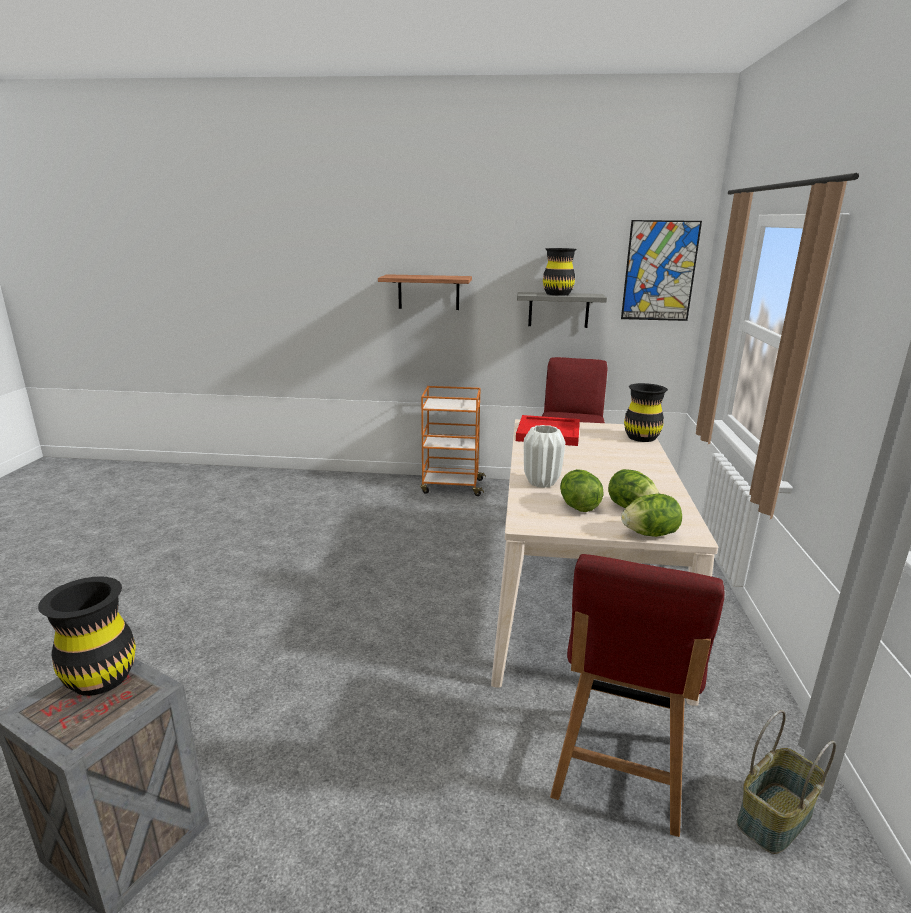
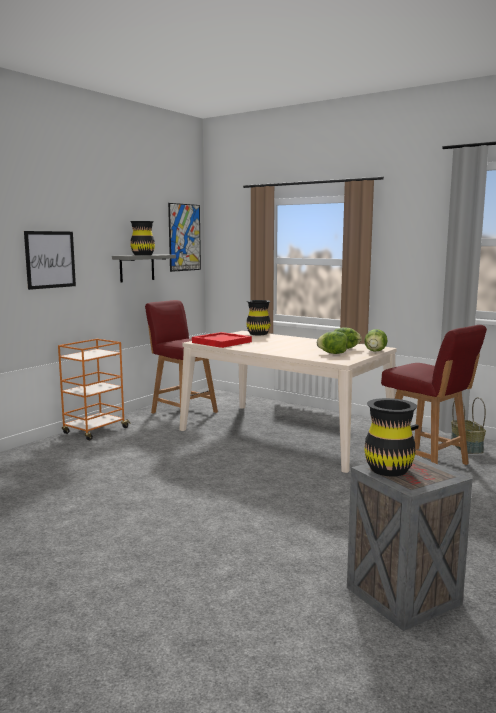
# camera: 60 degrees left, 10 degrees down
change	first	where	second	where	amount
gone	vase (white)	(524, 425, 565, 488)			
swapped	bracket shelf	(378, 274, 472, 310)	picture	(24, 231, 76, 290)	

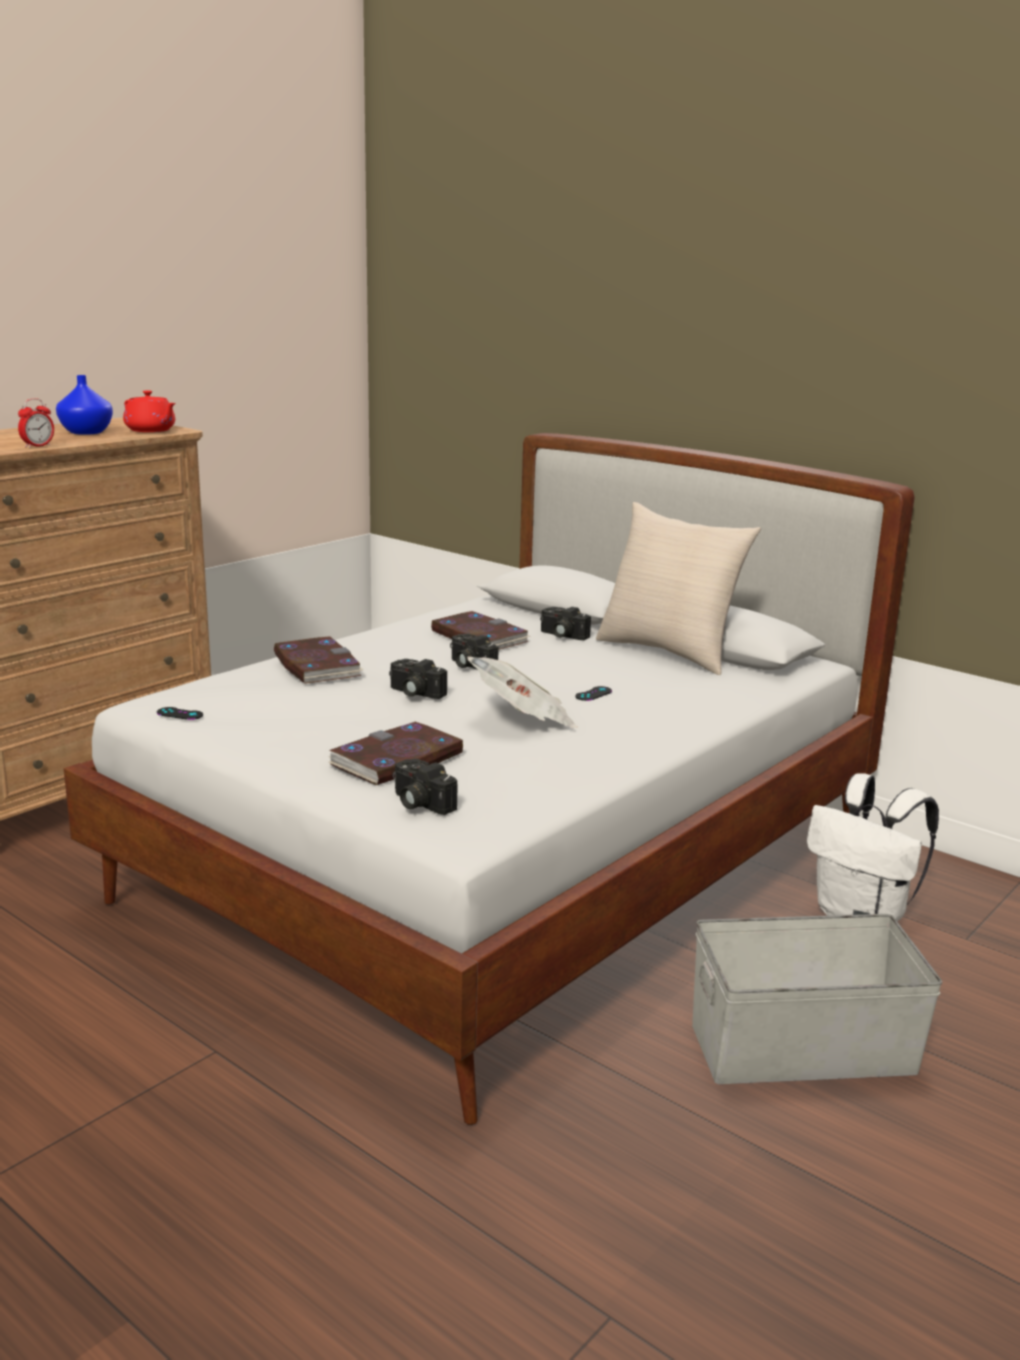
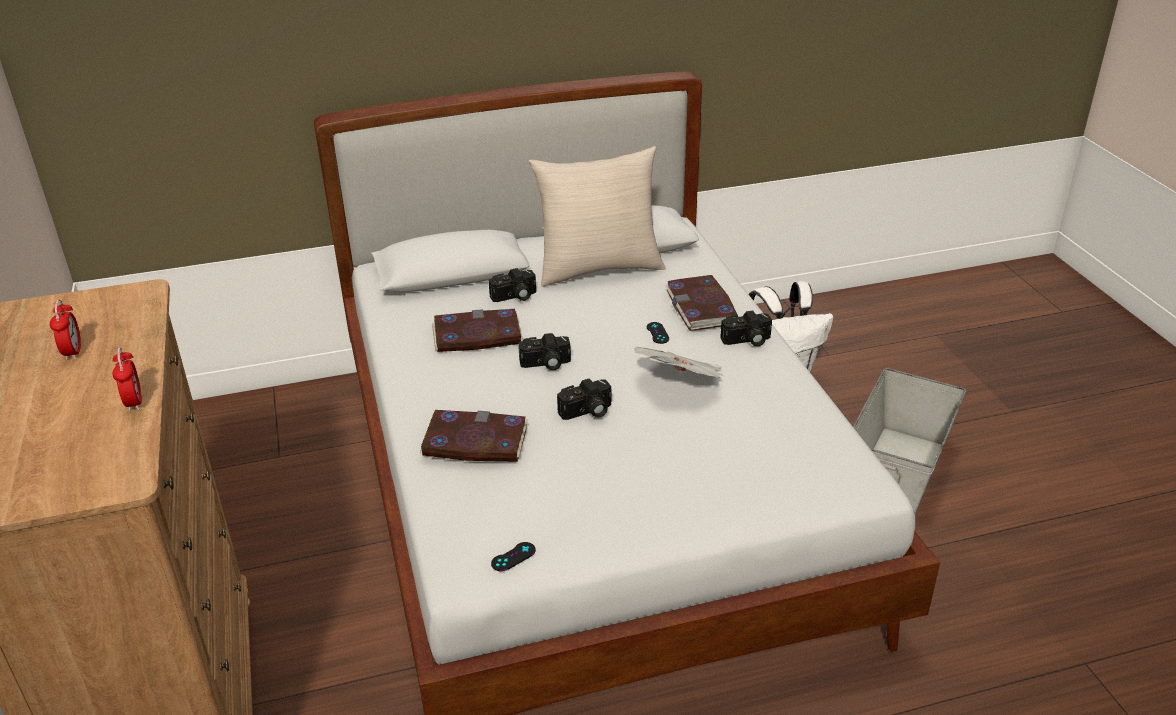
# camera: 55 degrees left, 15 degrees up
change	first	where	second	where	amount
gone	tea pot (reddish)	(123, 390, 176, 432)			
shifted	bound book	(328, 722, 464, 785)		(665, 275, 737, 331)	
shifted	photo camera	(393, 759, 457, 815)		(720, 311, 772, 346)	
swapped	vase (bluish)	(56, 375, 113, 435)	table clock	(50, 299, 81, 361)	

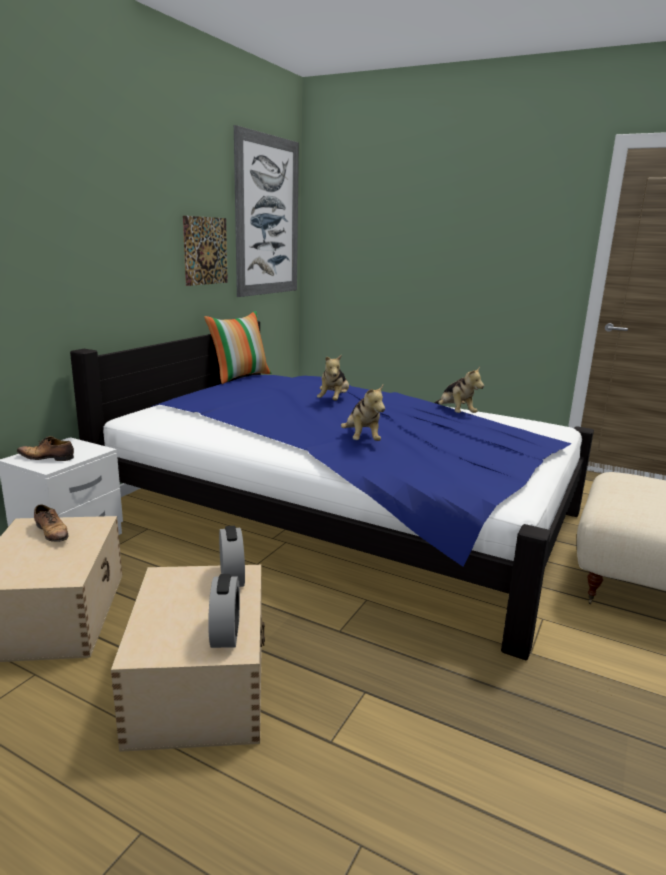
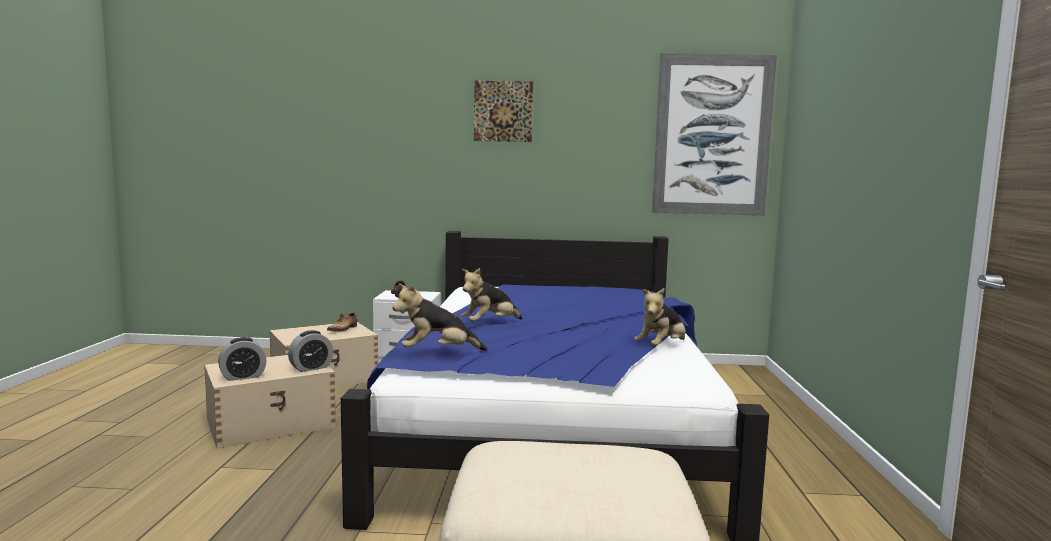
# camera: 65 degrees right, 10 degrees down
change	first	where	second	where	amount
gone	throw pillow	(204, 311, 271, 384)			
shifted	picture	(183, 216, 228, 286)		(474, 81, 533, 142)	
shifted	soft toy	(317, 354, 349, 401)		(392, 283, 488, 351)	

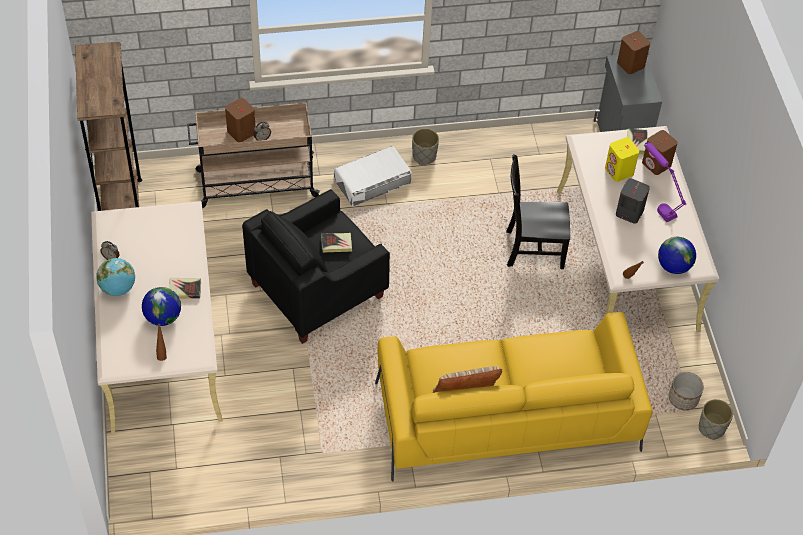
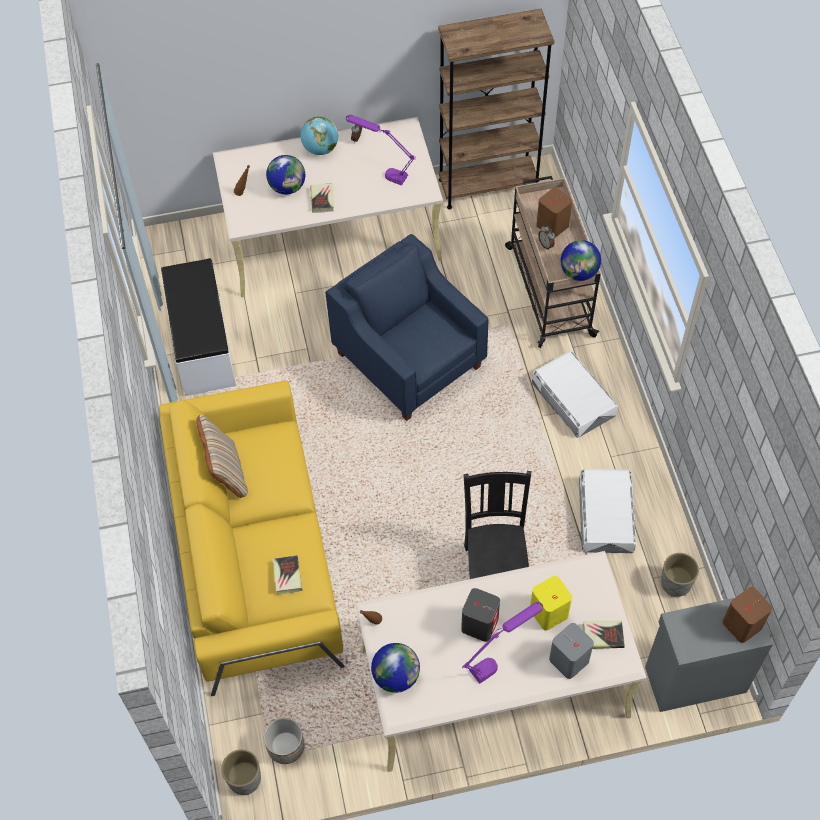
# camera: 90 degrees right, 5 degrees up
change	first	where	second	where	amount
new			bench (white)	(161, 258, 236, 396)	
new			table lamp (purple-coloured)	(346, 115, 416, 186)	
new			desk globe	(561, 240, 601, 281)	
new			storage box (white)	(579, 469, 636, 553)	
shifted	bound book	(321, 233, 352, 253)		(273, 555, 303, 594)	
shifted	plant pot (grey)	(412, 128, 439, 165)		(661, 553, 699, 597)	
repainted	easy chair (blackish)	(242, 189, 390, 344)	easy chair (bluish)	(325, 234, 488, 421)	
repainted	audio speaker (brownish)	(642, 130, 678, 175)	audio speaker (grey)	(549, 623, 594, 679)	

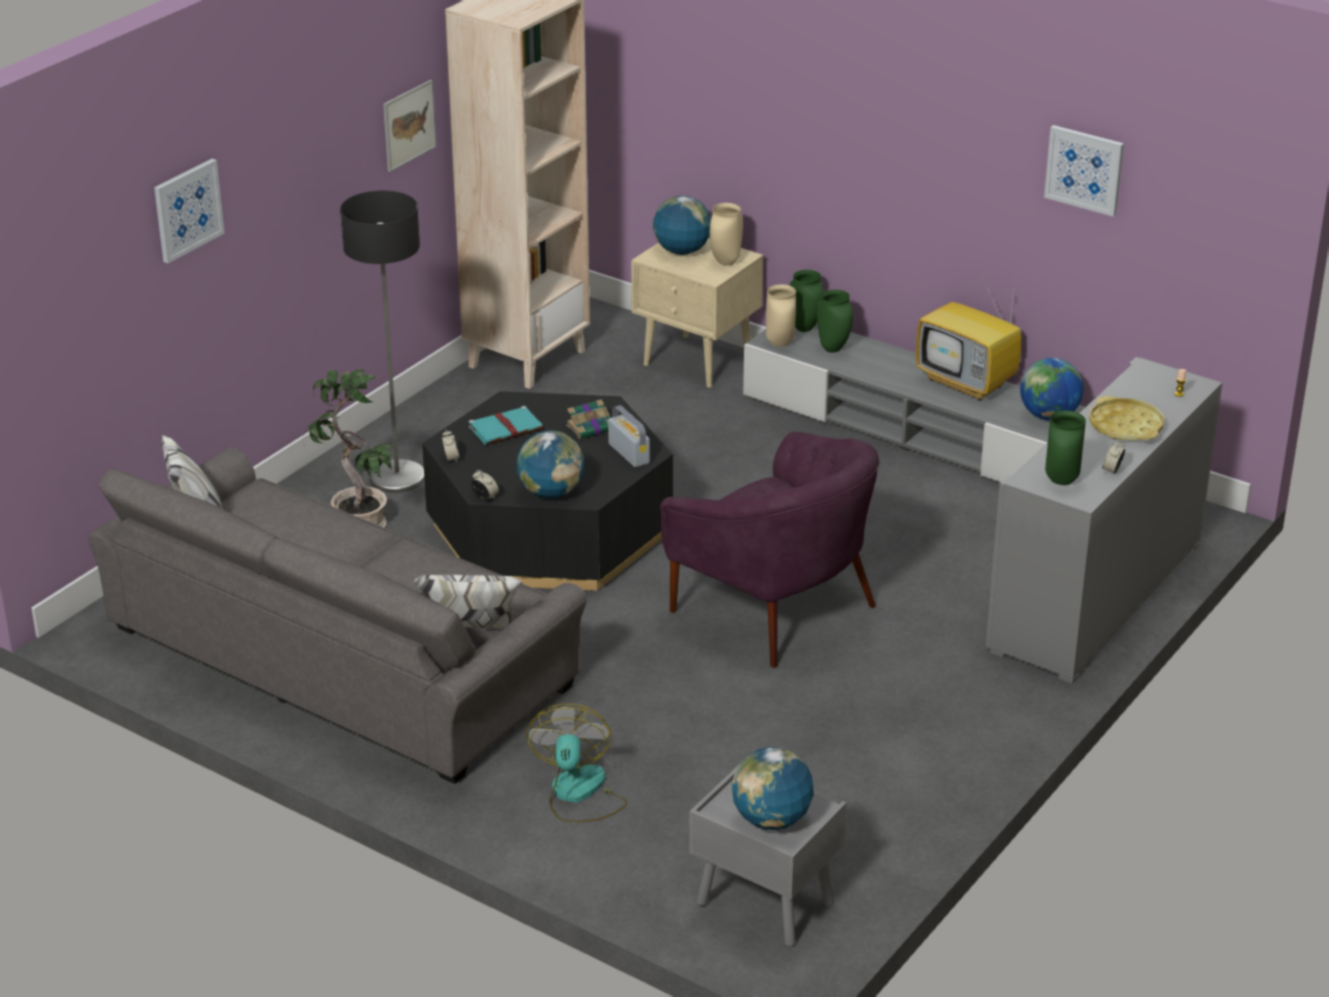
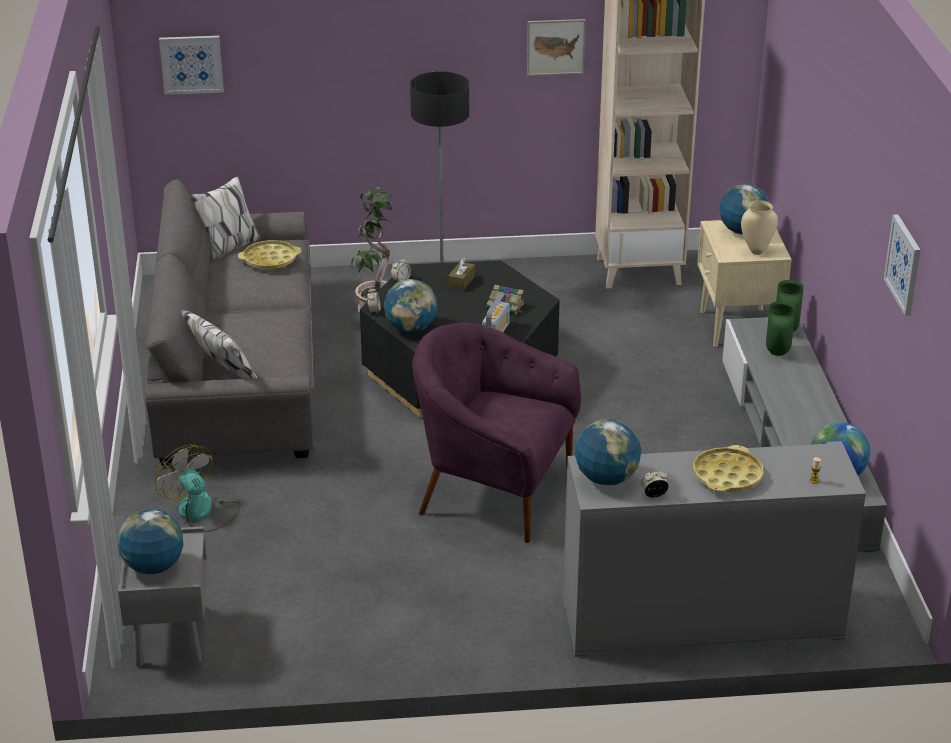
# camera: 50 degrees right, 0 degrees up
change	first	where	second	where	amount
gone	vase (sand-coloured)	(766, 284, 796, 347)			
gone	TV	(916, 277, 1022, 401)			
new			serving tray (yellow)	(238, 240, 301, 270)	
shifted	picture	(154, 159, 224, 263)		(159, 36, 224, 95)	
swapped	bound book (turquoise)	(469, 406, 543, 445)	tissue holder (brownish)	(448, 258, 475, 290)	
swapped	vase (greenish)	(1045, 411, 1086, 485)	desk globe	(575, 419, 642, 485)	
rotated	cooling fan	(526, 704, 627, 823)		(155, 445, 241, 532)	90 degrees counterclockwise
rotated	easy chair (purple-coloured)	(660, 432, 879, 668)		(412, 323, 581, 543)	105 degrees clockwise

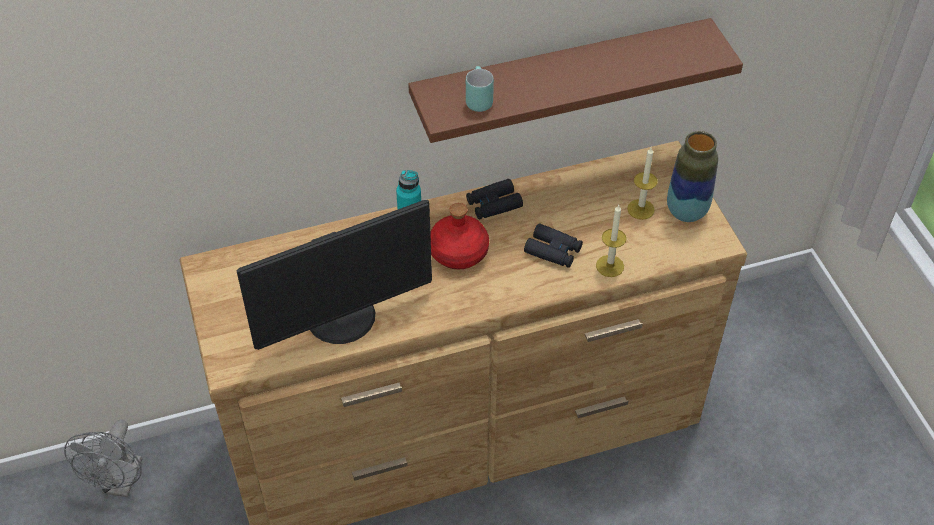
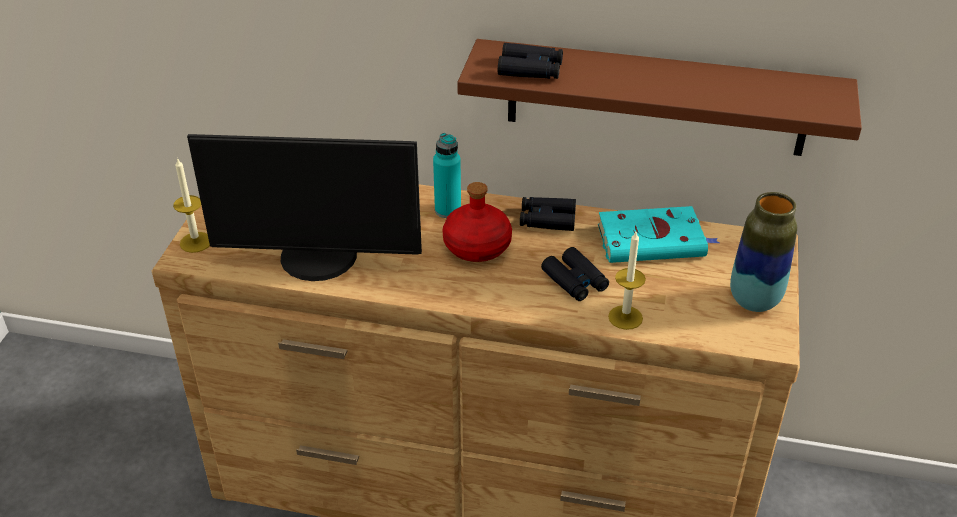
# camera: 30 degrees right, 10 degrees down
change	first	where	second	where	amount
gone	cooling fan (grey)	(64, 420, 142, 497)			
new			bound book (turquoise)	(598, 206, 719, 263)	
shifted	wax light	(627, 148, 657, 220)		(173, 157, 210, 253)	
swapped	coffee mug (turquoise)	(466, 66, 494, 112)	binoculars (blackish)	(498, 43, 563, 79)	

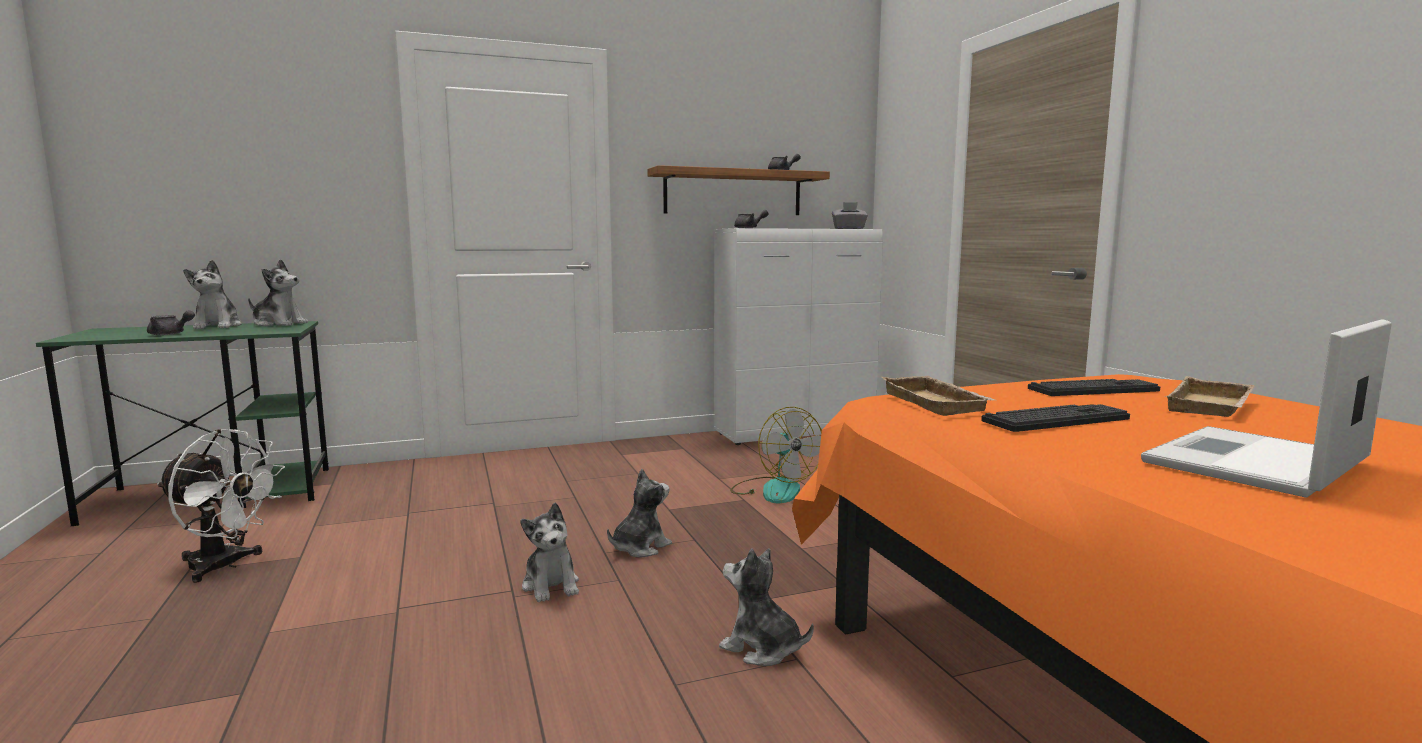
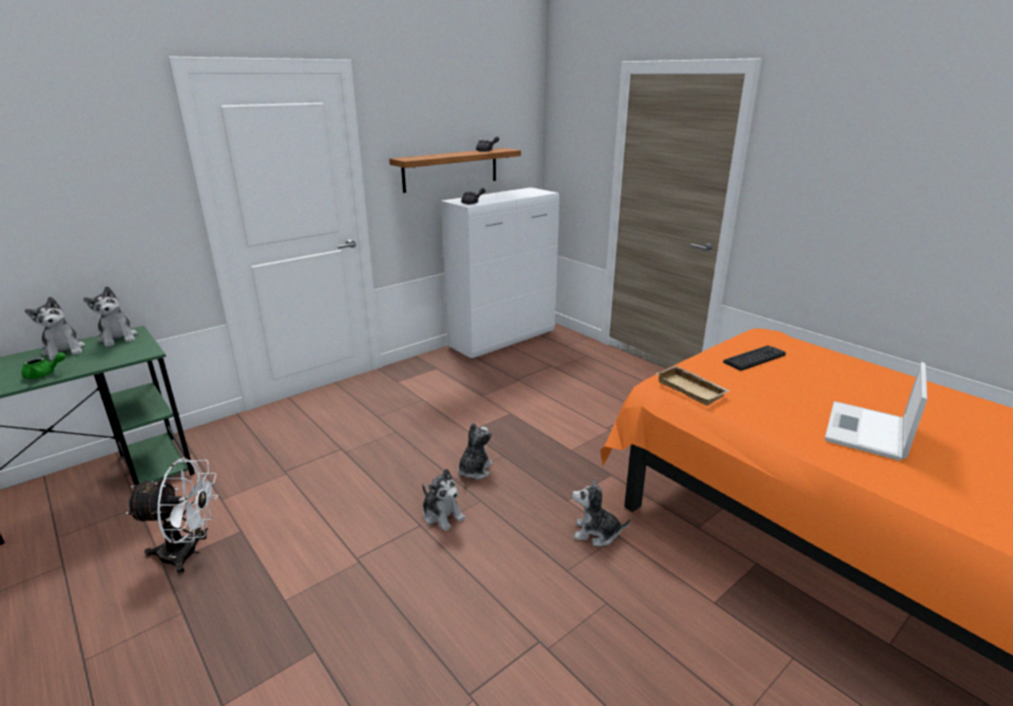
# camera: 20 degrees left, 15 degrees up
change	first	where	second	where	amount
gone	cooling fan	(730, 407, 822, 503)			
gone	tissue holder (grey)	(832, 202, 868, 229)			
gone	computer keyboard	(981, 404, 1130, 432)			
gone	serving tray (sand-coloured)	(1166, 376, 1255, 417)			
repainted	tea pot (grey)	(147, 310, 195, 335)	tea pot (greenish)	(21, 352, 66, 379)	
rotated	soft toy	(248, 259, 308, 326)		(83, 286, 138, 347)	60 degrees clockwise

